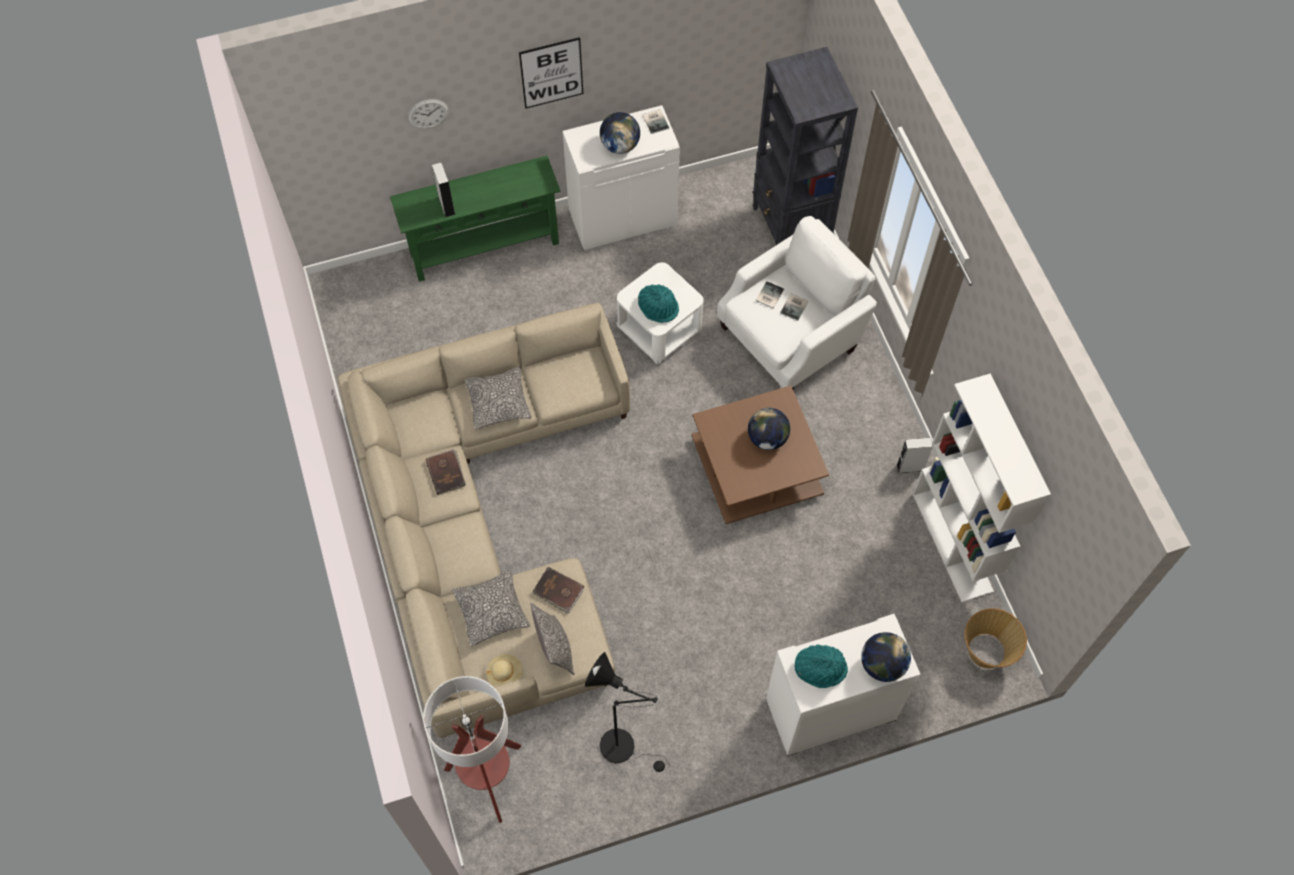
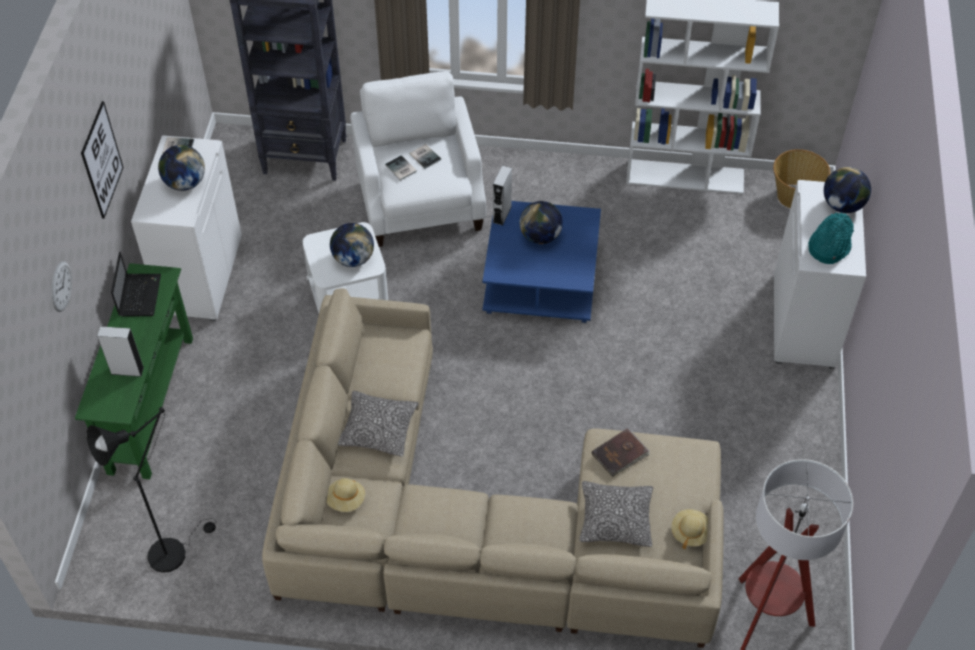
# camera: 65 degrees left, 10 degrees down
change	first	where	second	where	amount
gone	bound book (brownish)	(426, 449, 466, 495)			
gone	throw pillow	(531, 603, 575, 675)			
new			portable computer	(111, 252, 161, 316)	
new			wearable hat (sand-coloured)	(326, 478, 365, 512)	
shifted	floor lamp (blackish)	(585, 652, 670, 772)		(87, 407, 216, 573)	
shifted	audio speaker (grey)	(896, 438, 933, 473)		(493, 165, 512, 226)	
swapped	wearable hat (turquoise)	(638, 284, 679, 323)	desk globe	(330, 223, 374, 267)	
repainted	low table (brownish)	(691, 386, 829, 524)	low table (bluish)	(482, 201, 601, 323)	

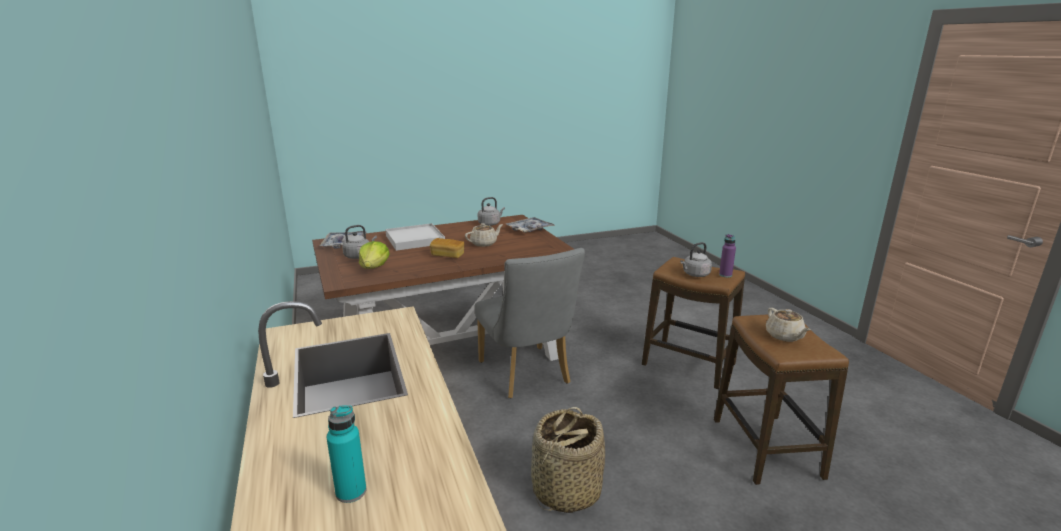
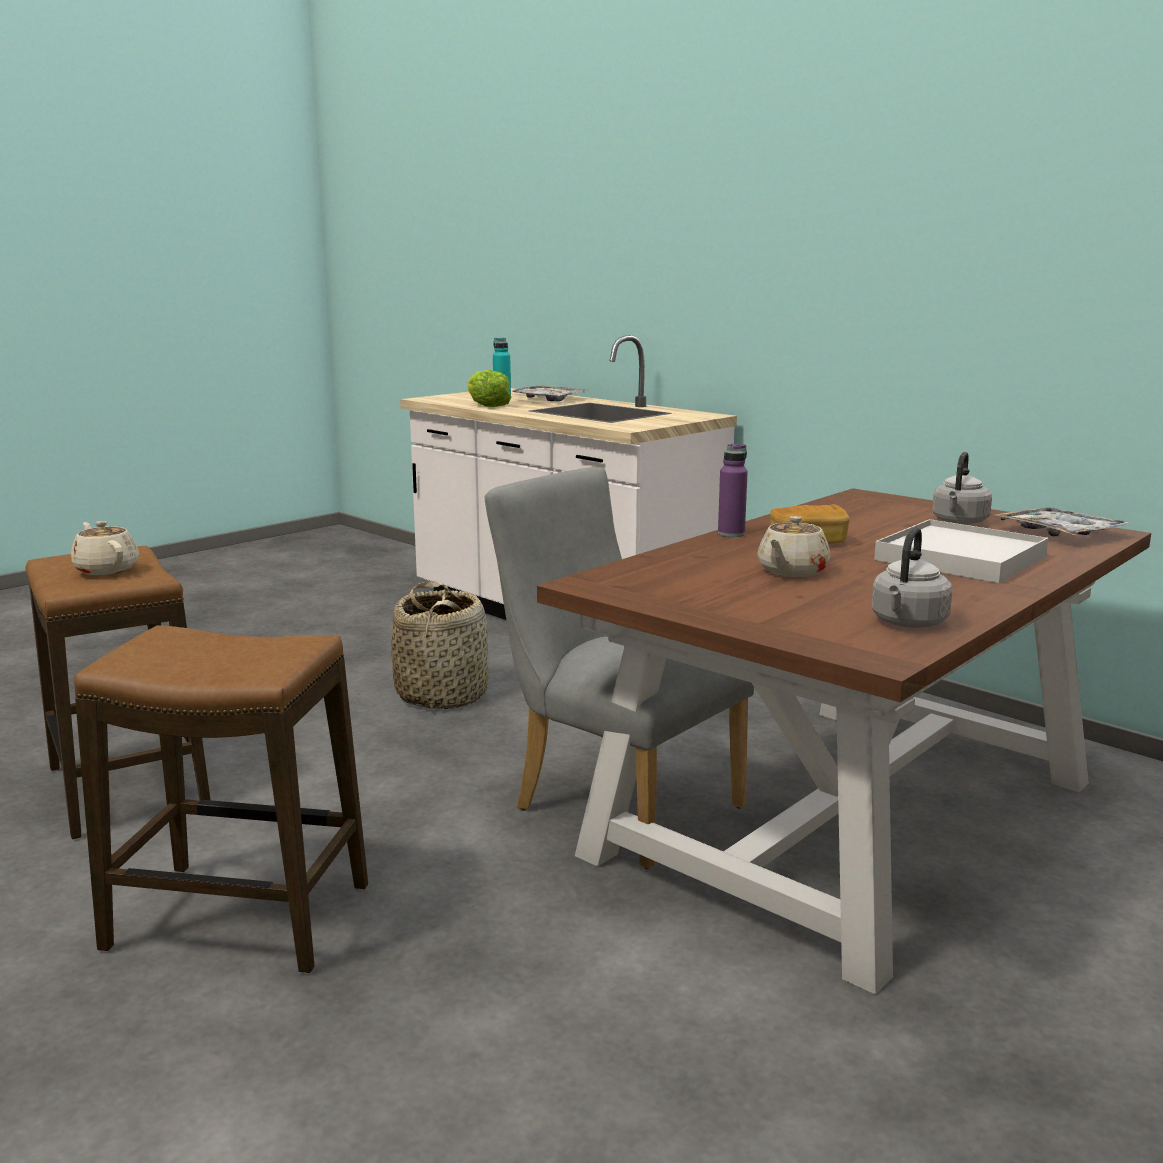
# camera: 155 degrees right, 5 degrees down
change	first	where	second	where	amount
gone	water kettle (grey)	(680, 242, 712, 277)			
shifted	lettuce head	(359, 241, 390, 269)		(467, 370, 511, 407)	
shifted	serving tray	(506, 217, 555, 233)		(512, 386, 589, 401)	
shifted	beverage bottle (purple-coloured)	(719, 234, 736, 277)		(718, 444, 748, 537)	

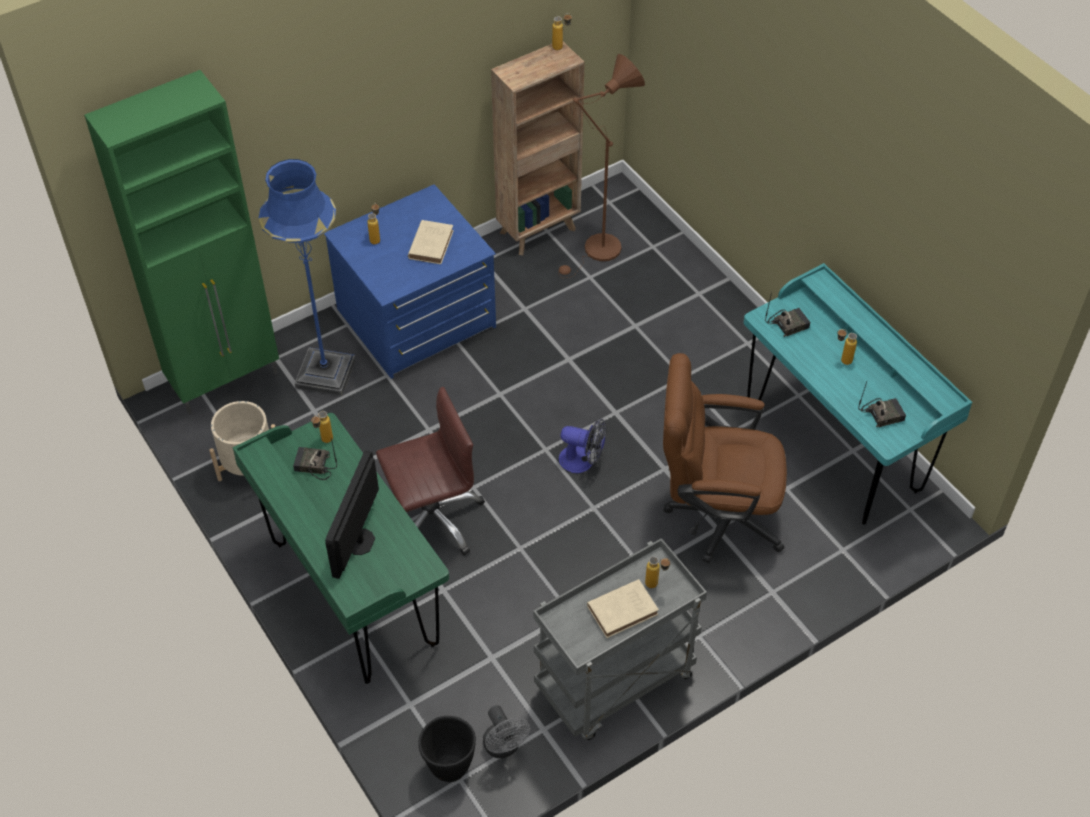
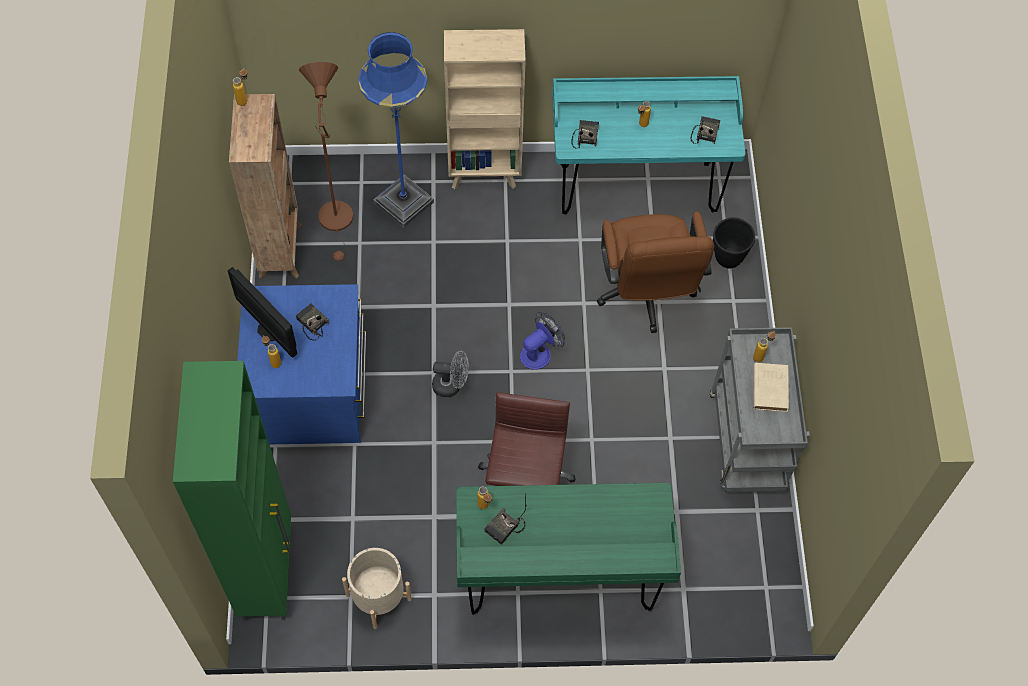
# camera: 60 degrees left, 10 degrees up
change	first	where	second	where	amount
new			bookcase (sand-coloured)	(444, 29, 526, 189)	
shifted	floor lamp (bluish)	(258, 159, 356, 396)		(358, 32, 434, 228)	
shifted	computer display	(325, 450, 379, 579)		(228, 267, 297, 358)	
shifted	plant pot (blackish)	(418, 716, 476, 782)		(713, 217, 755, 269)	
shifted	cooling fan (grey)	(483, 706, 530, 758)		(432, 351, 469, 397)	
swapped	bound book (sand-coloured)	(408, 220, 454, 264)	radio	(296, 303, 329, 340)	
rotated	computer chair (brownish)	(663, 353, 787, 564)		(597, 212, 714, 333)	45 degrees counterclockwise

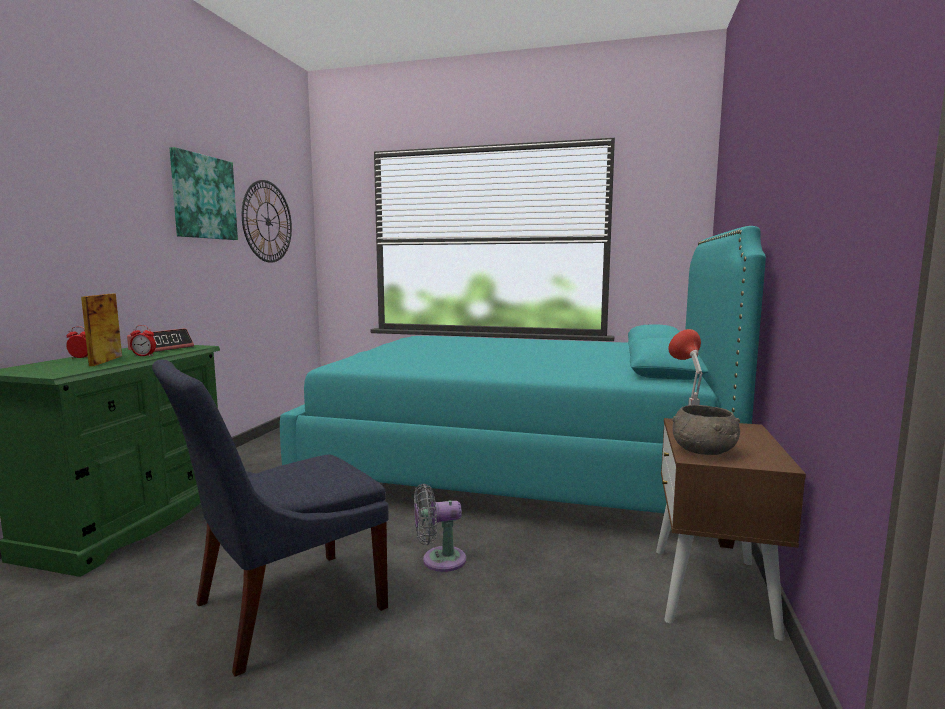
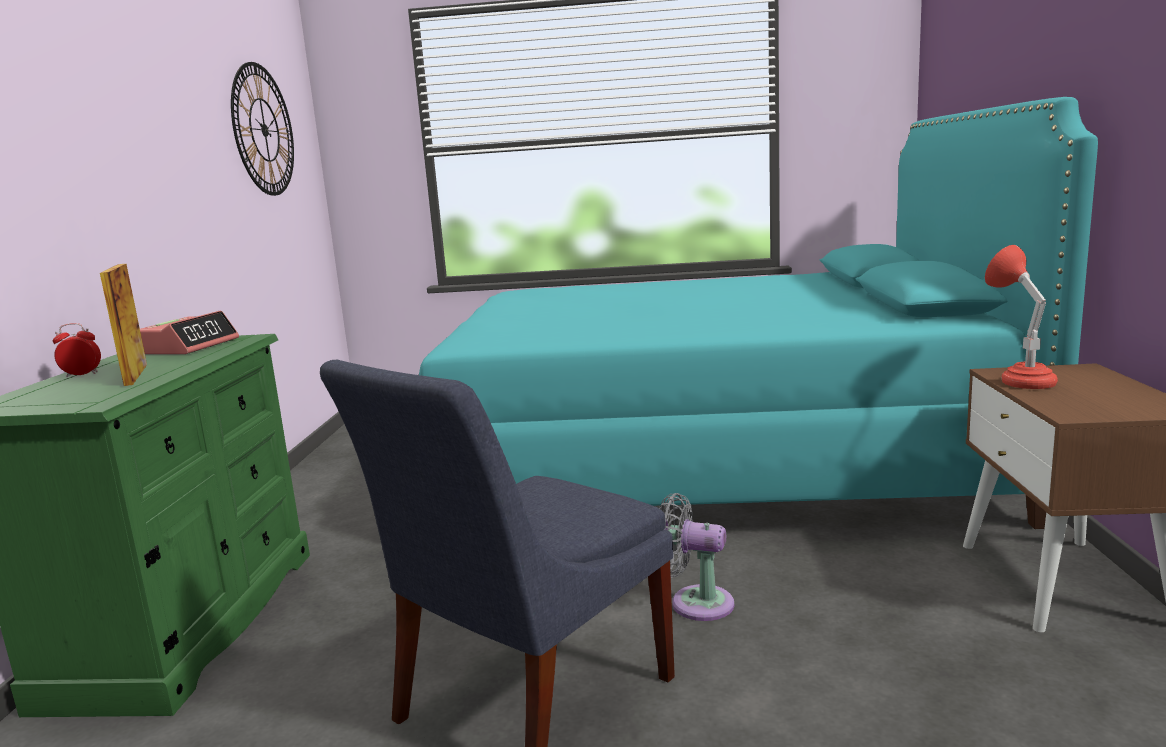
# camera: 10 degrees left, 5 degrees up
change	first	where	second	where	amount
gone	table clock	(130, 325, 156, 357)			
gone	picture	(170, 147, 238, 240)			
gone	deep dish (grey)	(672, 405, 740, 455)			
rotated	cooling fan (grey)	(414, 484, 466, 572)		(659, 493, 734, 621)	45 degrees clockwise

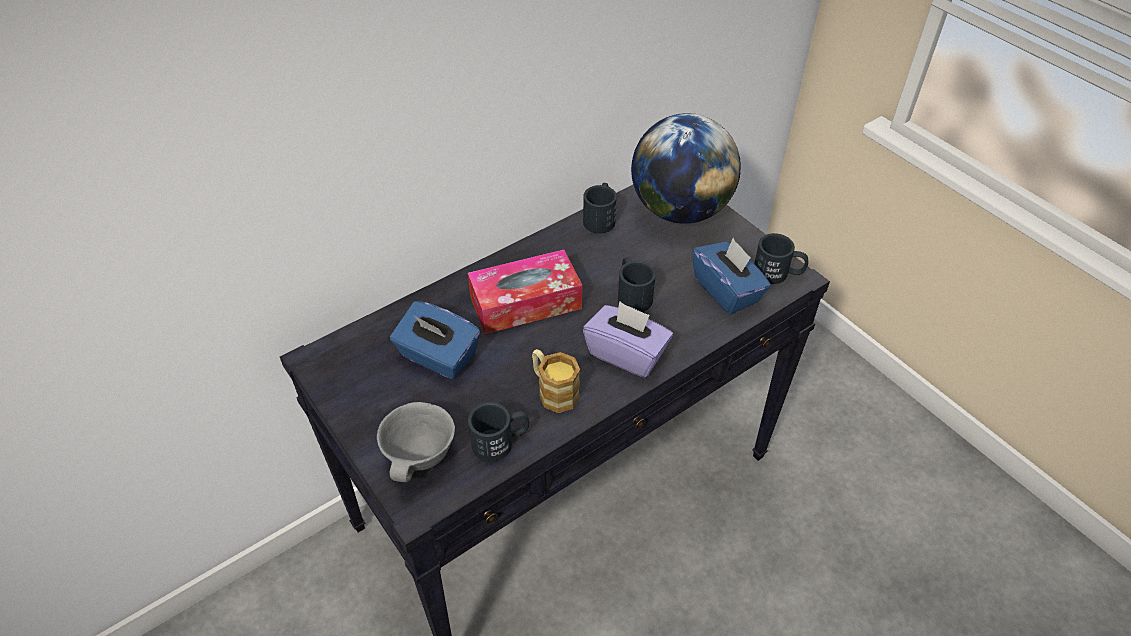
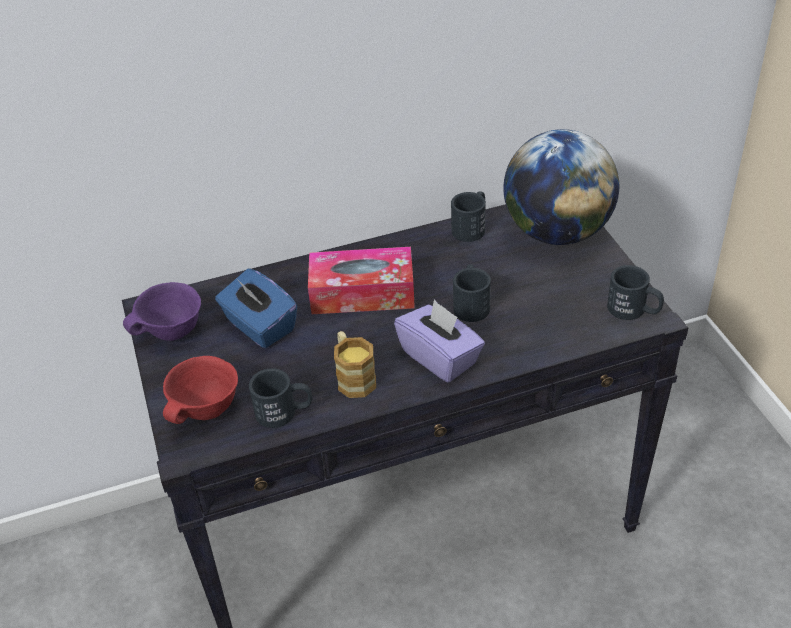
# camera: 20 degrees right, 5 degrees down
change	first	where	second	where	amount
gone	tissue holder (bluish)	(692, 238, 771, 315)			
new			deep dish (purple-coloured)	(123, 282, 201, 341)	
repainted	deep dish (grey)	(377, 402, 455, 482)	deep dish (reddish)	(163, 356, 238, 424)	

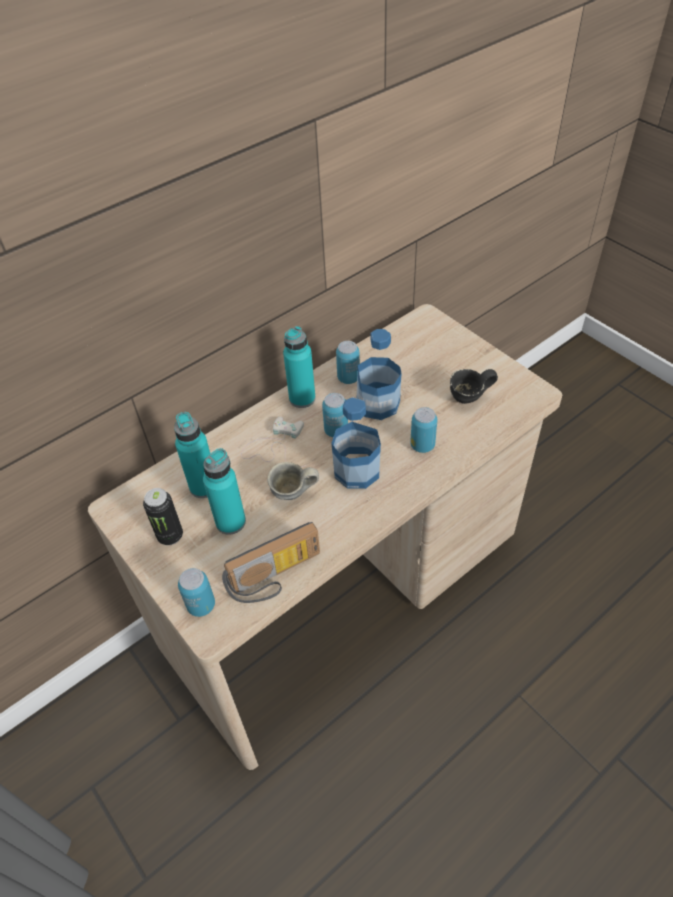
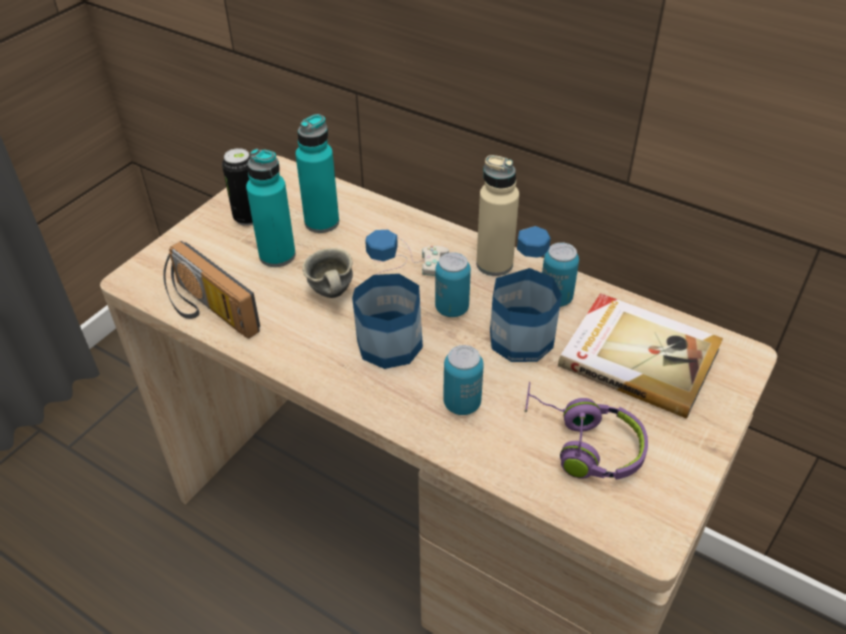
# camera: 70 degrees right, 5 degrees down
change	first	where	second	where	amount
gone	sealed can	(178, 568, 215, 617)			
new			bound book	(558, 293, 723, 419)	
swapped	coffee mug (blackish)	(450, 369, 498, 404)	pair of headphones (purple-coloured)	(524, 382, 648, 480)	
repainted	beverage bottle (turquoise)	(283, 326, 316, 408)	beverage bottle (sand-coloured)	(476, 155, 519, 276)	

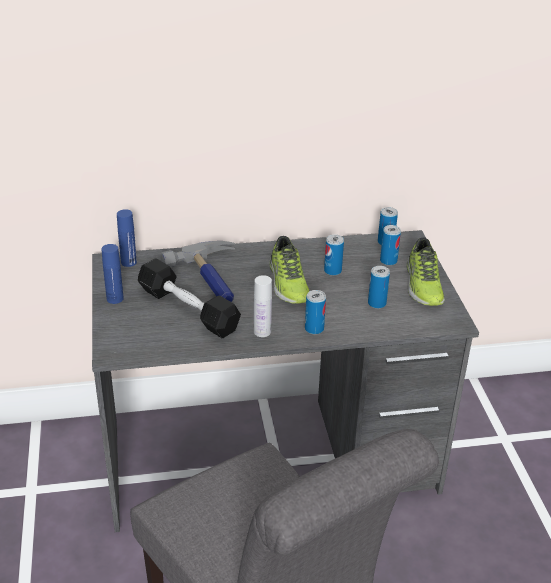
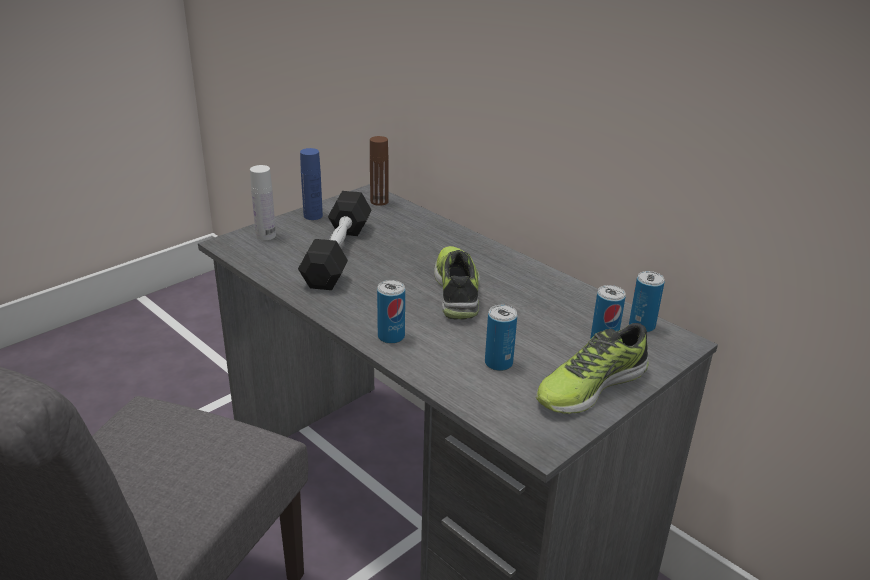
# camera: 55 degrees right, 5 degrees down
change	first	where	second	where	amount
gone	hand hammer	(161, 241, 235, 302)			
gone	sealed can	(324, 234, 344, 276)			
shifted	beverage bottle (white)	(254, 275, 272, 337)		(250, 165, 276, 240)	
repainted	beverage bottle (bluish)	(117, 209, 137, 267)	beverage bottle (brownish)	(370, 136, 389, 206)	
rotated	item of footwear	(270, 236, 310, 304)		(434, 246, 480, 320)	135 degrees clockwise

